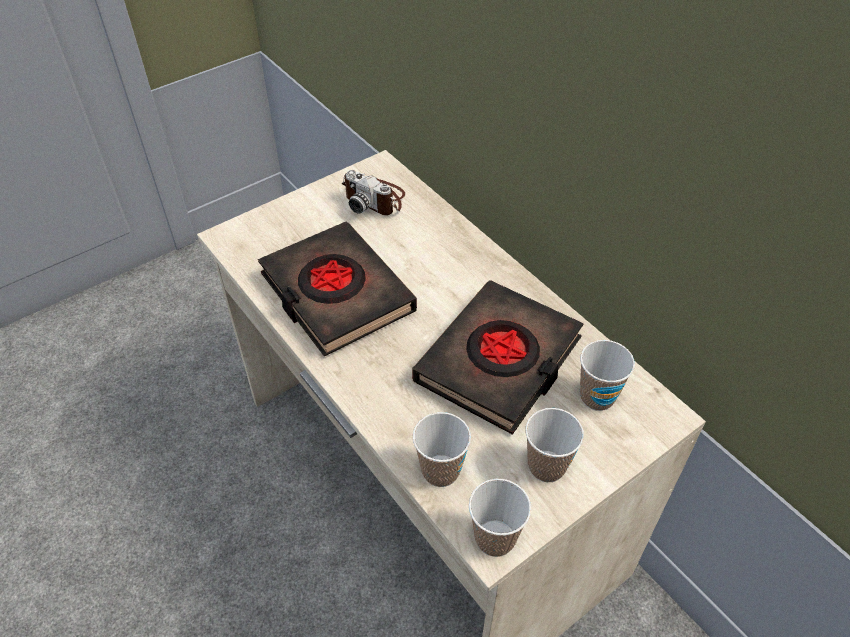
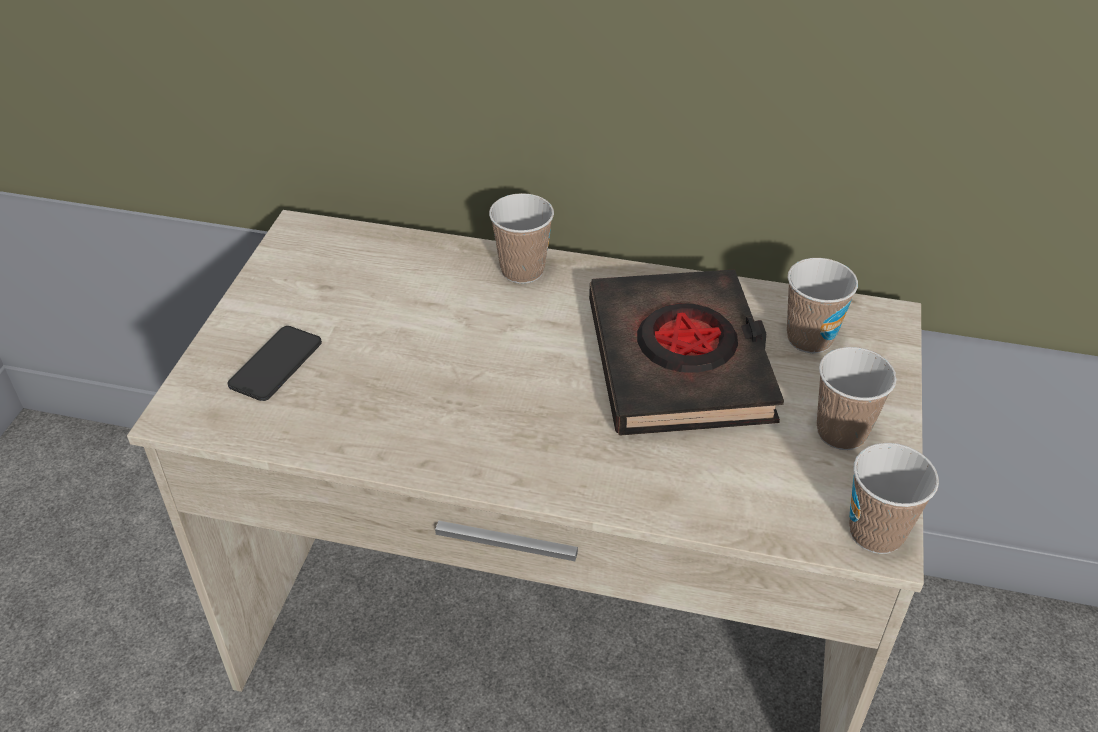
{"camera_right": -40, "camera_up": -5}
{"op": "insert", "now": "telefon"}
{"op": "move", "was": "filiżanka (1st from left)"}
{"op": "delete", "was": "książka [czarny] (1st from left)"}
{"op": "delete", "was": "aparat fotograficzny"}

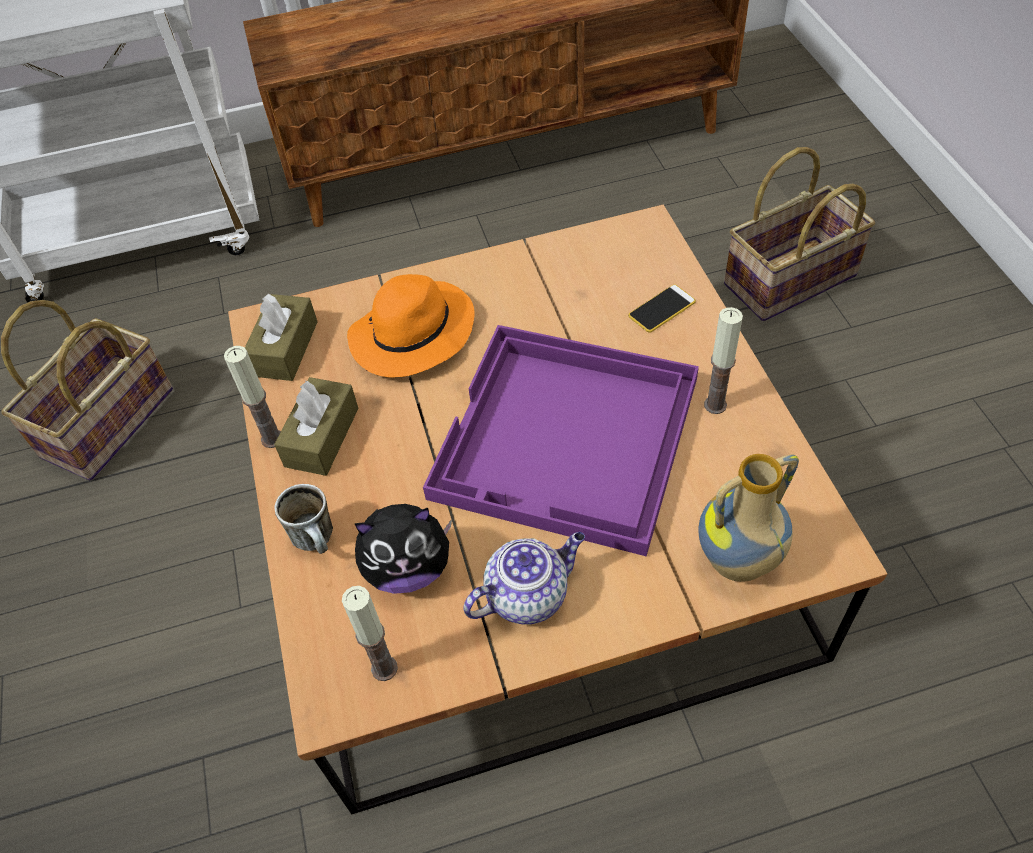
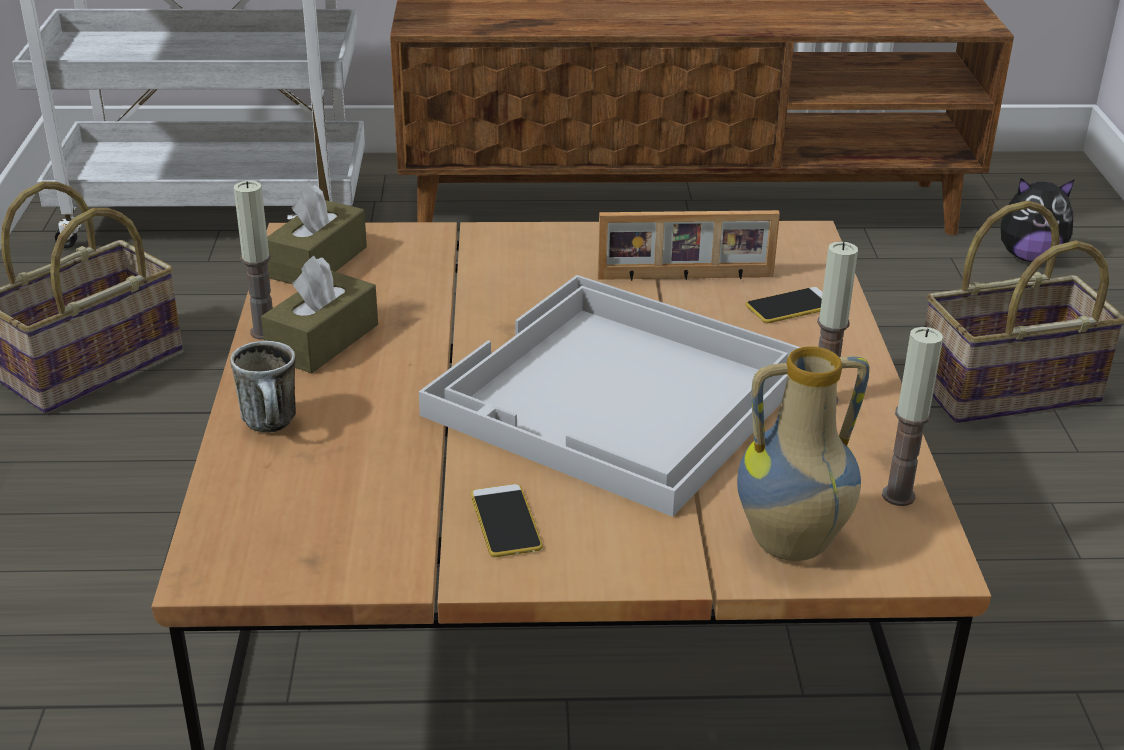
{"camera_right": 10, "camera_up": -20}
{"op": "recolor", "was": "taca [fioletowy]", "now": "taca [biały]"}
{"op": "replace", "was": "imbryk", "now": "telefon (1st from left)"}
{"op": "insert", "now": "ramka na zdjęcie"}
{"op": "move", "was": "świeca (2nd from left in the first image)", "now": "świeca (3rd from left)"}
{"op": "move", "was": "pluszak"}
{"op": "delete", "was": "kapelusz [pomarańczowy]"}

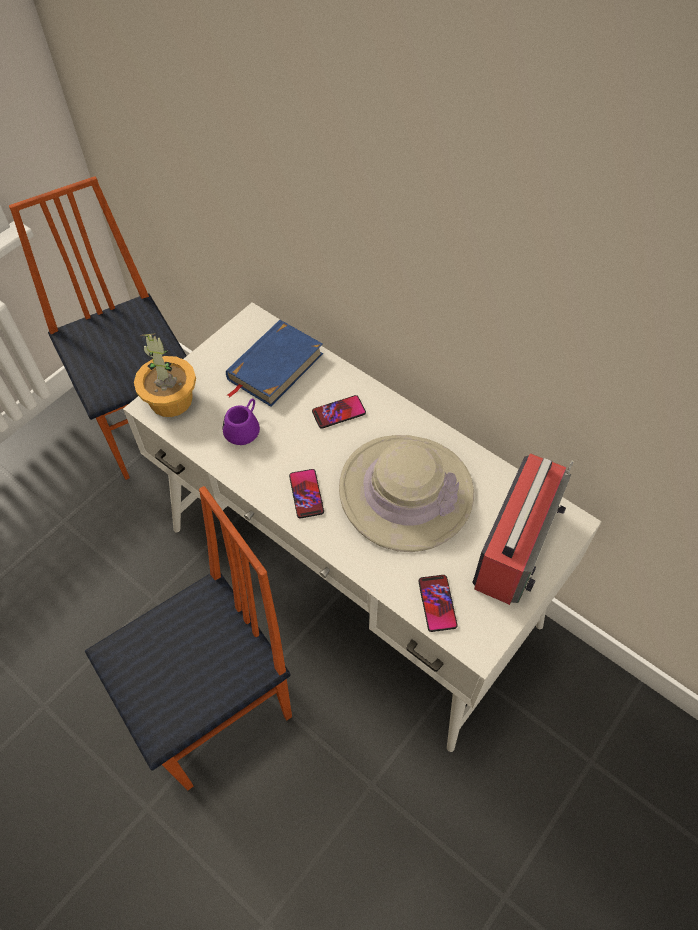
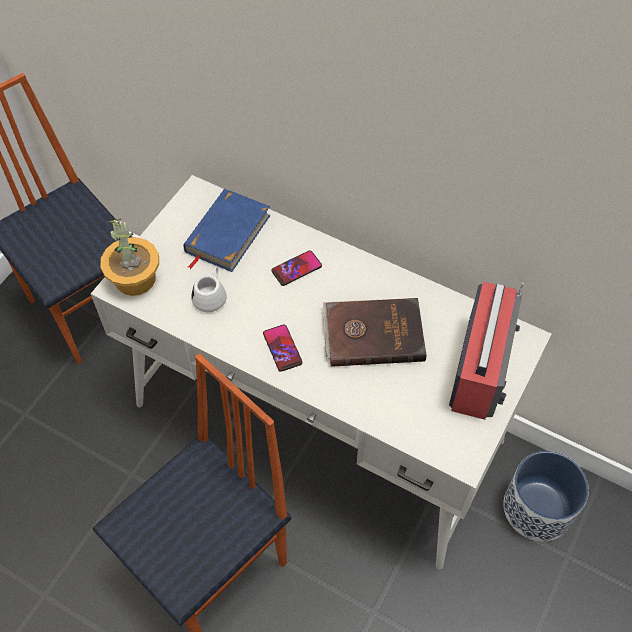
{"camera_right": -10, "camera_up": 0}
{"op": "recolor", "was": "kubek [fioletowy]", "now": "kubek [biały]"}
{"op": "replace", "was": "kapelusz [beżowy]", "now": "książka [brązowy]"}
{"op": "insert", "now": "donica"}
{"op": "delete", "was": "telefon (3rd from left)"}

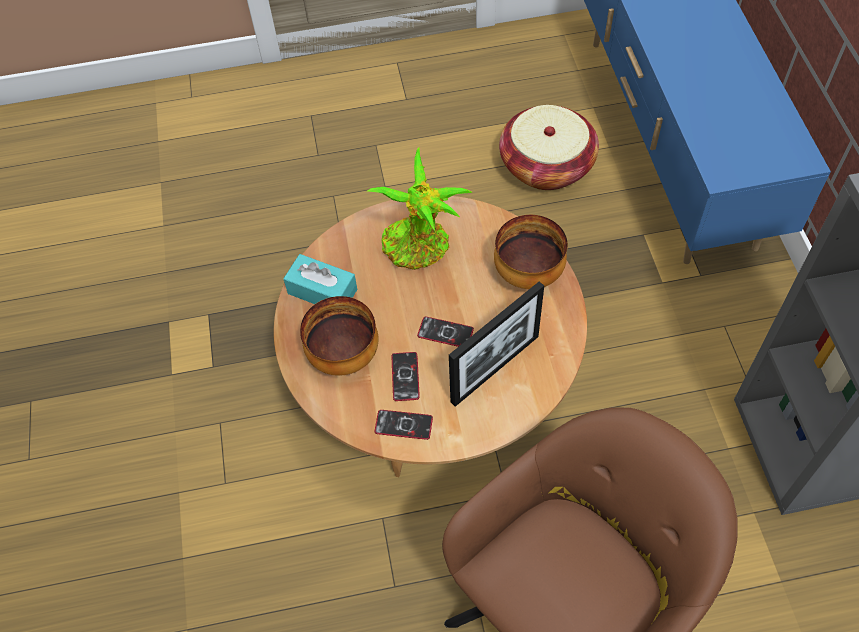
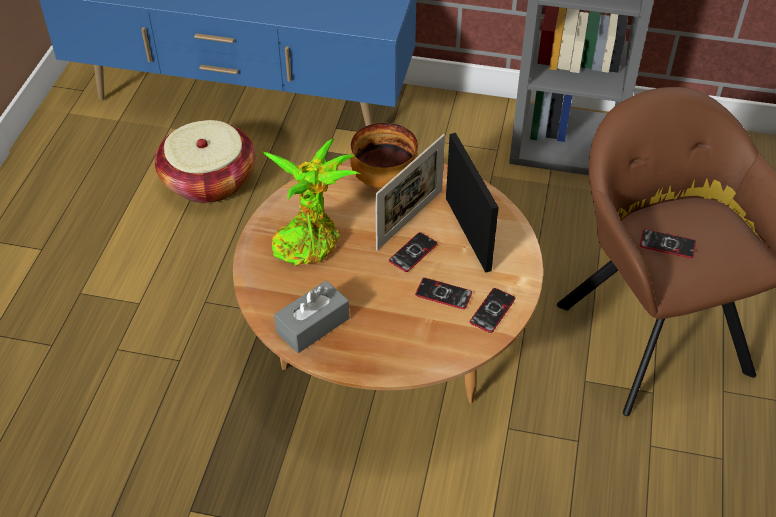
{"camera_right": -70, "camera_up": -10}
{"op": "recolor", "was": "pudełko chusteczek [turkusowy]", "now": "pudełko chusteczek [szary]"}
{"op": "insert", "now": "ramka na zdjęcie (1st from left)"}
{"op": "insert", "now": "telefon (4th from left)"}
{"op": "delete", "was": "miska (1st from left)"}

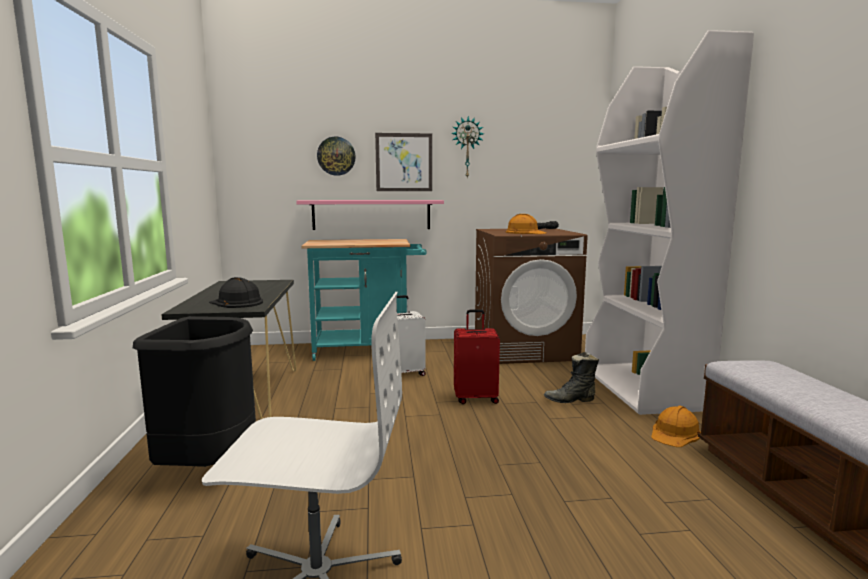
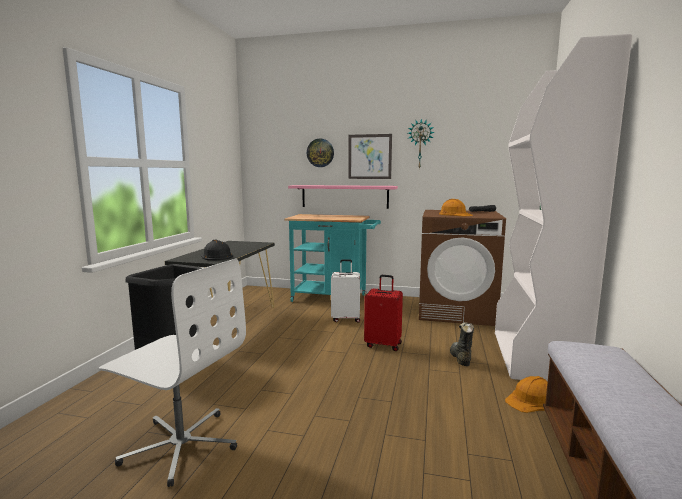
{"camera_right": 20, "camera_up": 0}
{"op": "rotate", "was": "but z cholewką [czarny]", "clockwise": 75}

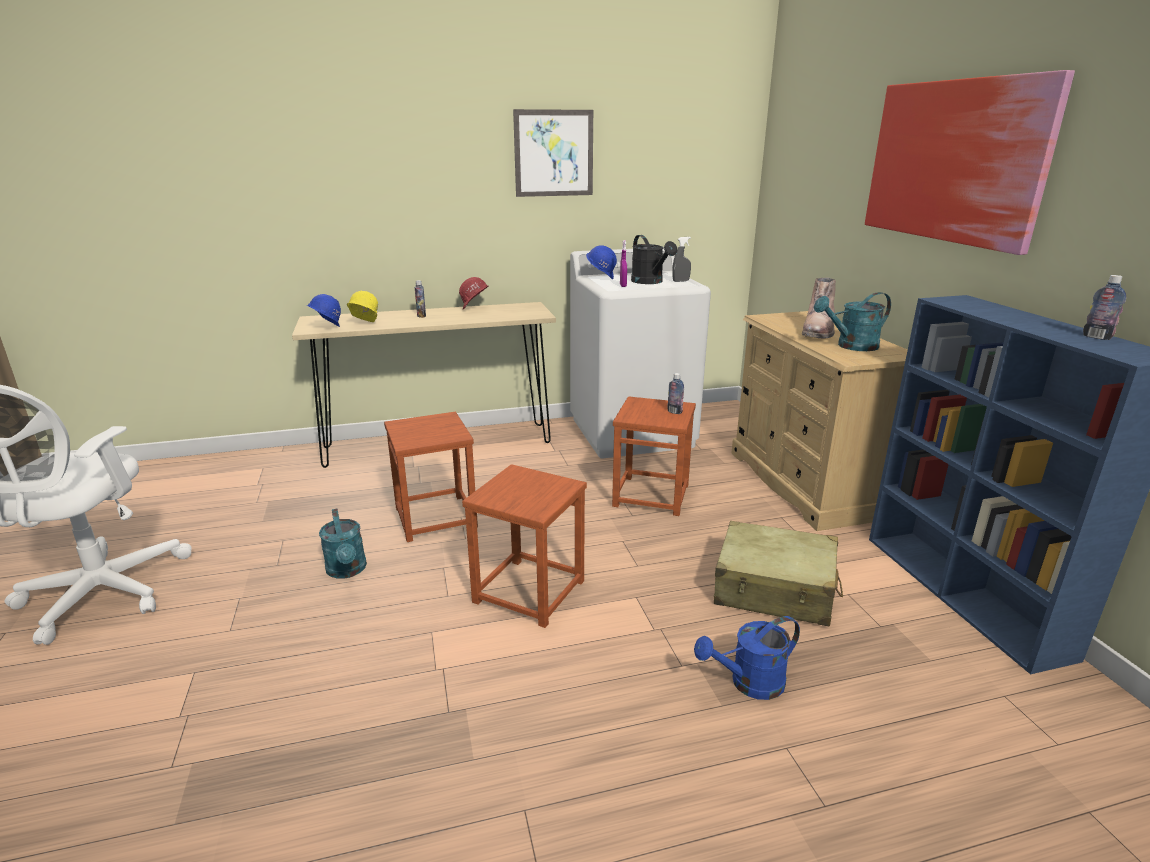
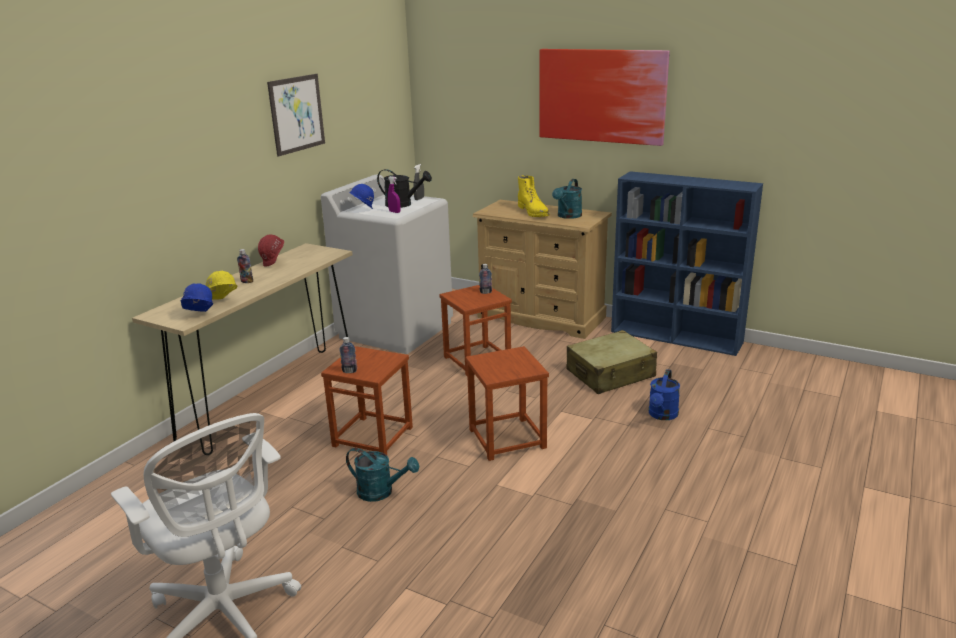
{"camera_right": -45, "camera_up": 0}
{"op": "move", "was": "butelka (3rd from left in the first image)", "now": "butelka (2nd from left)"}
{"op": "recolor", "was": "but z cholewką [brązowy]", "now": "but z cholewką [żółty]"}

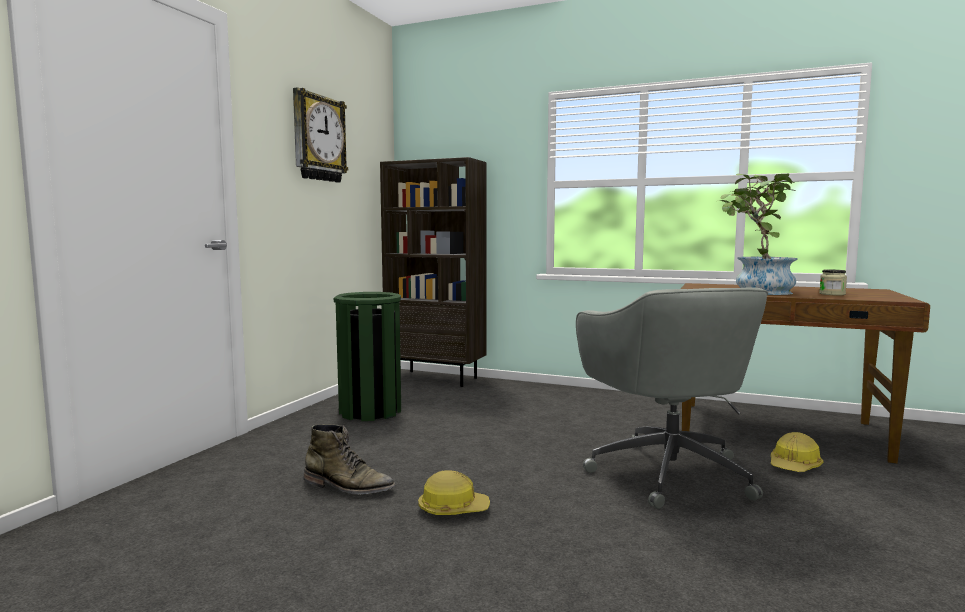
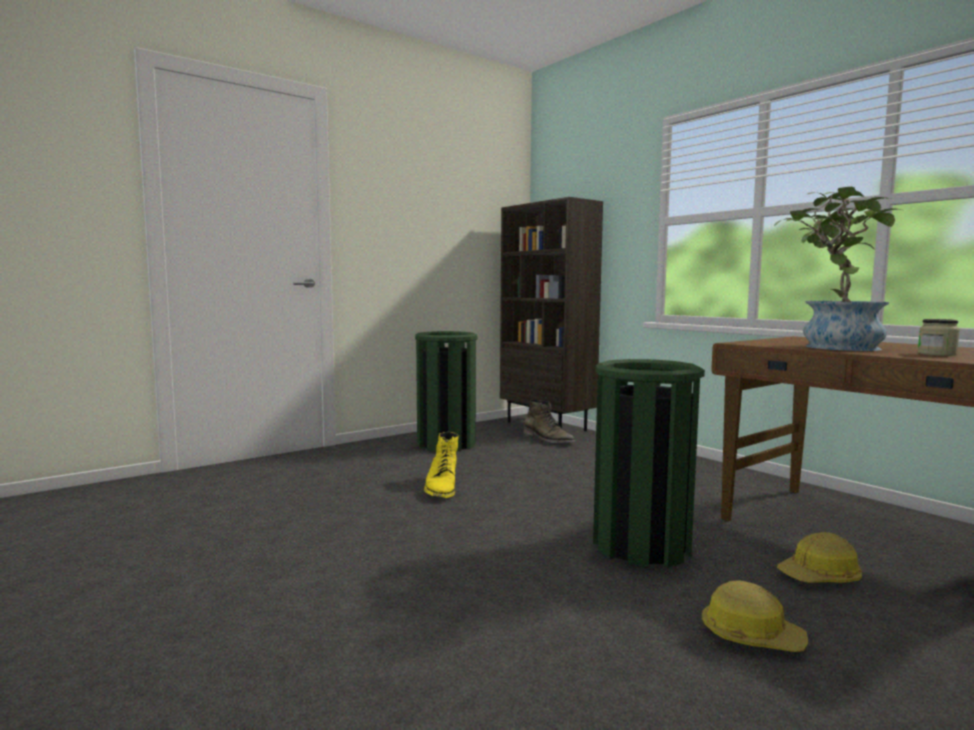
{"camera_right": 30, "camera_up": 0}
{"op": "insert", "now": "but z cholewką [żółty]"}
{"op": "move", "was": "but z cholewką [zielony]"}
{"op": "replace", "was": "krzesło biurowe [szary]", "now": "kosz na śmieci [zielony] (2nd from left)"}
{"op": "move", "was": "kask (1st from left)"}
{"op": "delete", "was": "zegar ścienny"}

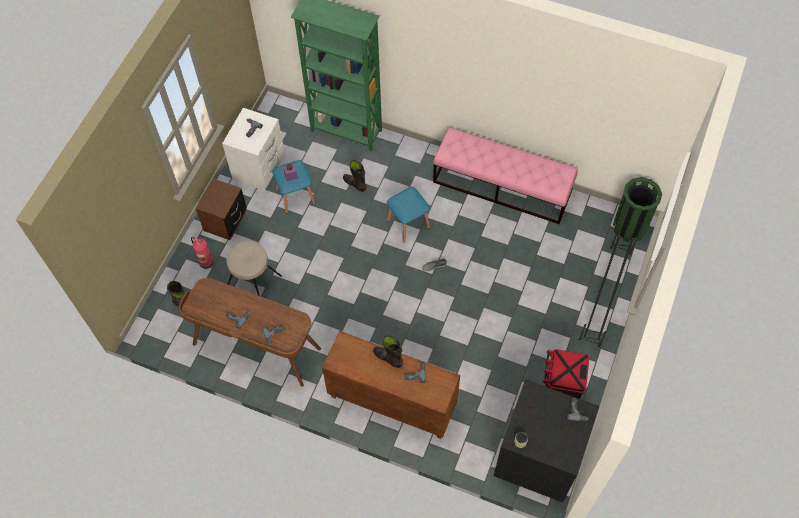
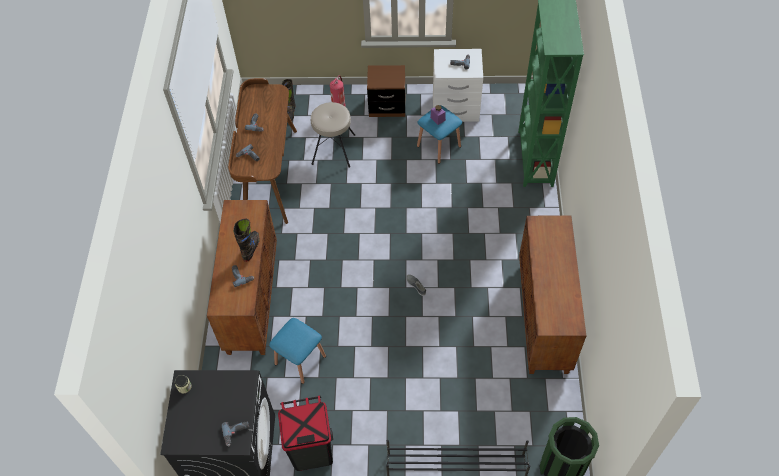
{"camera_right": 70, "camera_up": -5}
{"op": "move", "was": "stołek [niebieski] (2nd from left in the first image)", "now": "stołek [niebieski] (1st from left)"}
{"op": "replace", "was": "ławka [różowy]", "now": "szafka [brązowy] (2nd from left)"}
{"op": "delete", "was": "but z cholewką [czarny] (2nd from left)"}

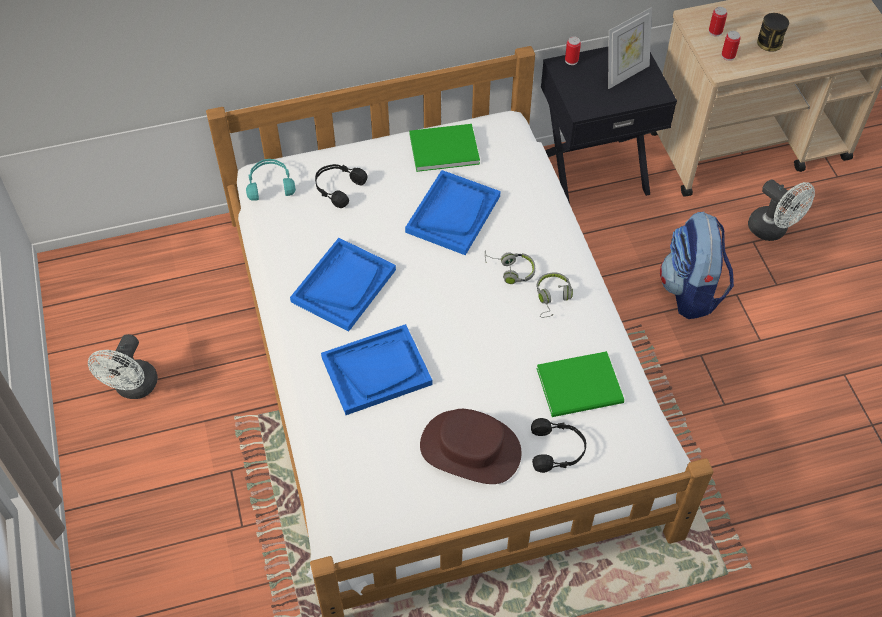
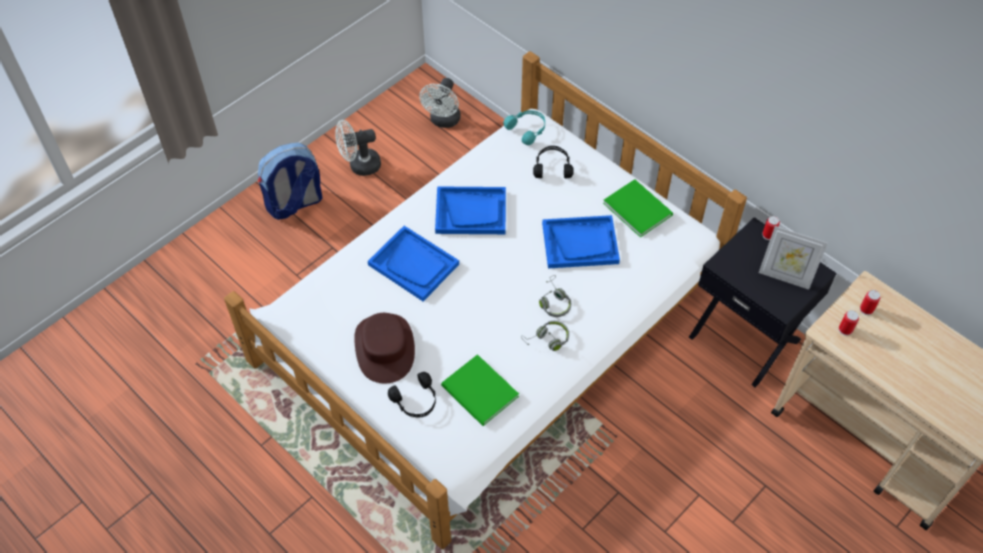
{"camera_right": 60, "camera_up": 0}
{"op": "move", "was": "plecak"}
{"op": "move", "was": "wentylator [biały] (2nd from left)"}
{"op": "delete", "was": "puszka (4th from left)"}

